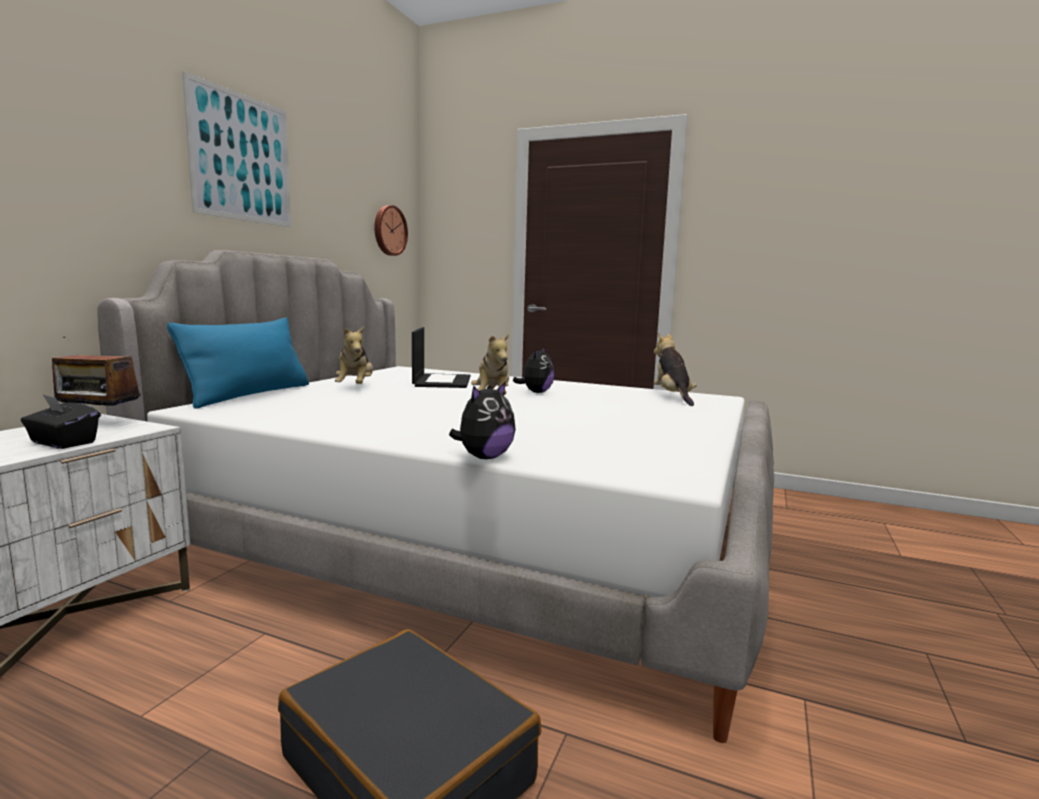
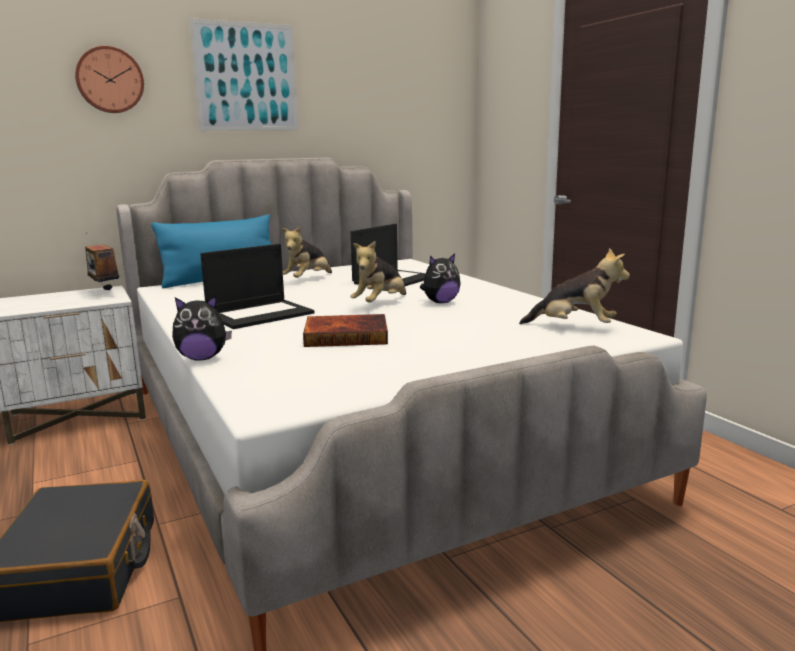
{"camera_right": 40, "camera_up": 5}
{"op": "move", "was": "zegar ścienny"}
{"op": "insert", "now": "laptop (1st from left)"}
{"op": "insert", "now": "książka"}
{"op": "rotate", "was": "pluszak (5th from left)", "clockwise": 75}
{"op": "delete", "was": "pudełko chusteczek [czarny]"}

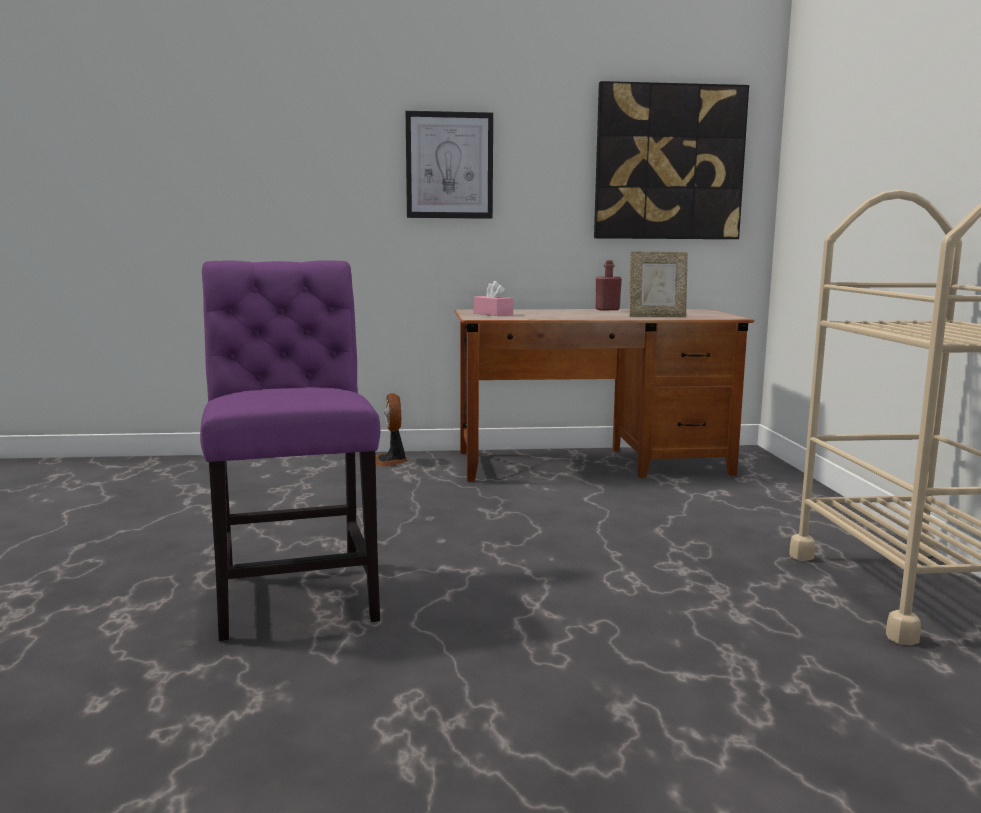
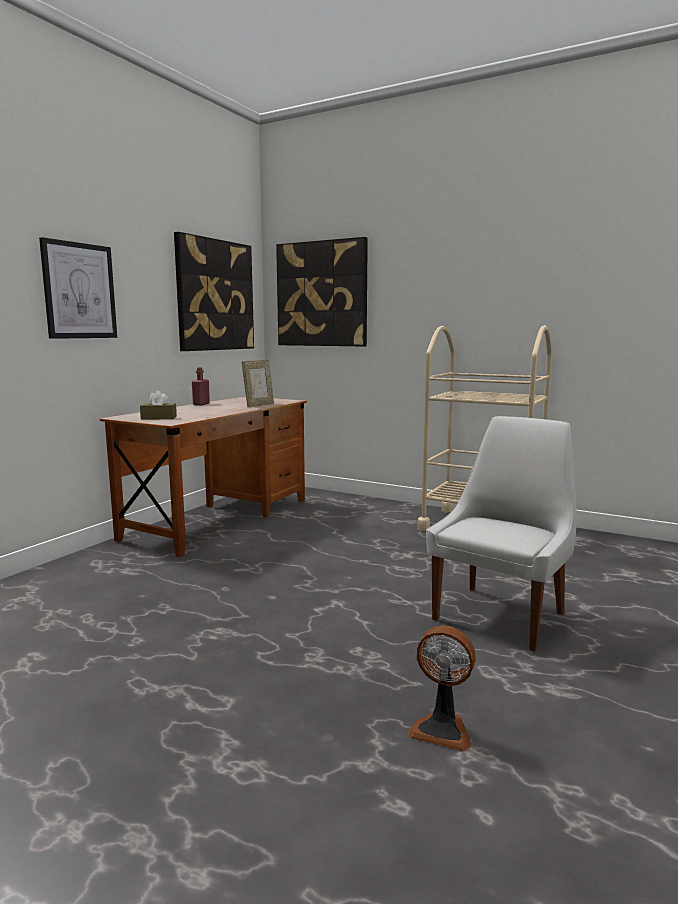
{"camera_right": -55, "camera_up": 0}
{"op": "recolor", "was": "pudełko chusteczek [różowy]", "now": "pudełko chusteczek [brązowy]"}
{"op": "insert", "now": "obraz (3rd from left)"}
{"op": "move", "was": "wentylator"}
{"op": "insert", "now": "krzesło [biały]"}
{"op": "delete", "was": "krzesło [fioletowy]"}

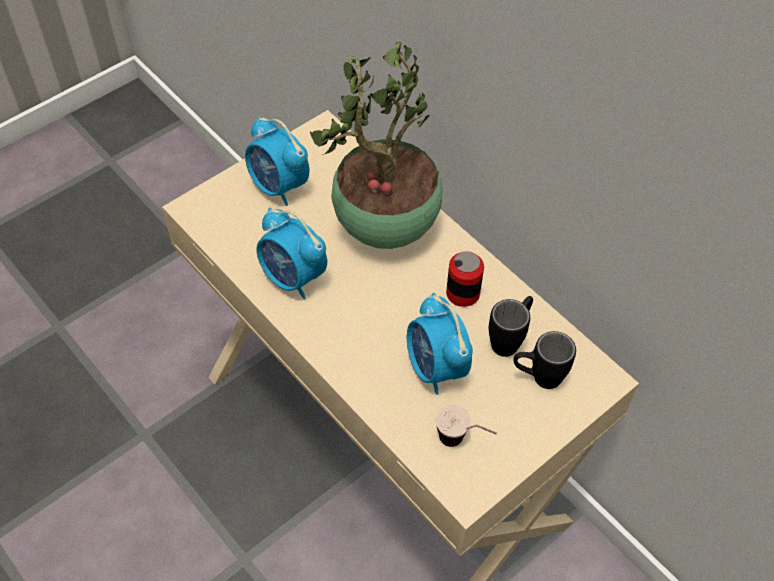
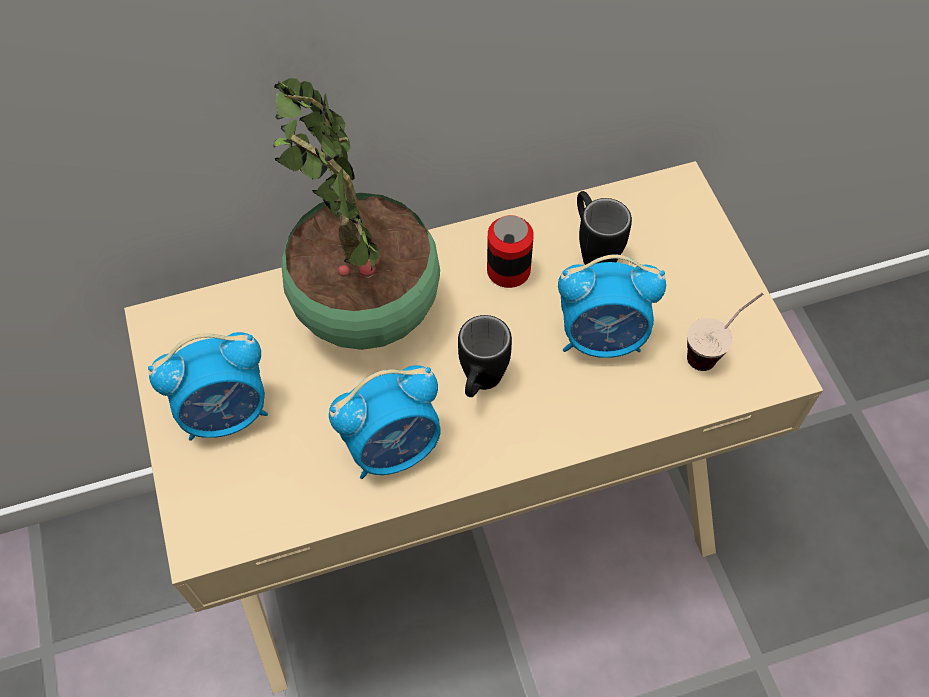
{"camera_right": -65, "camera_up": 5}
{"op": "move", "was": "kubek [czarny] (2nd from left in the first image)", "now": "kubek [czarny] (1st from left)"}

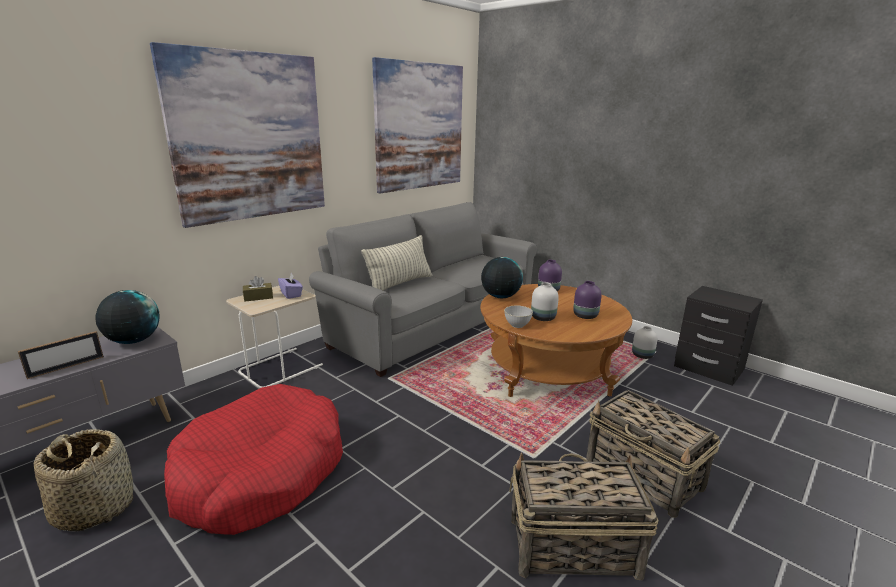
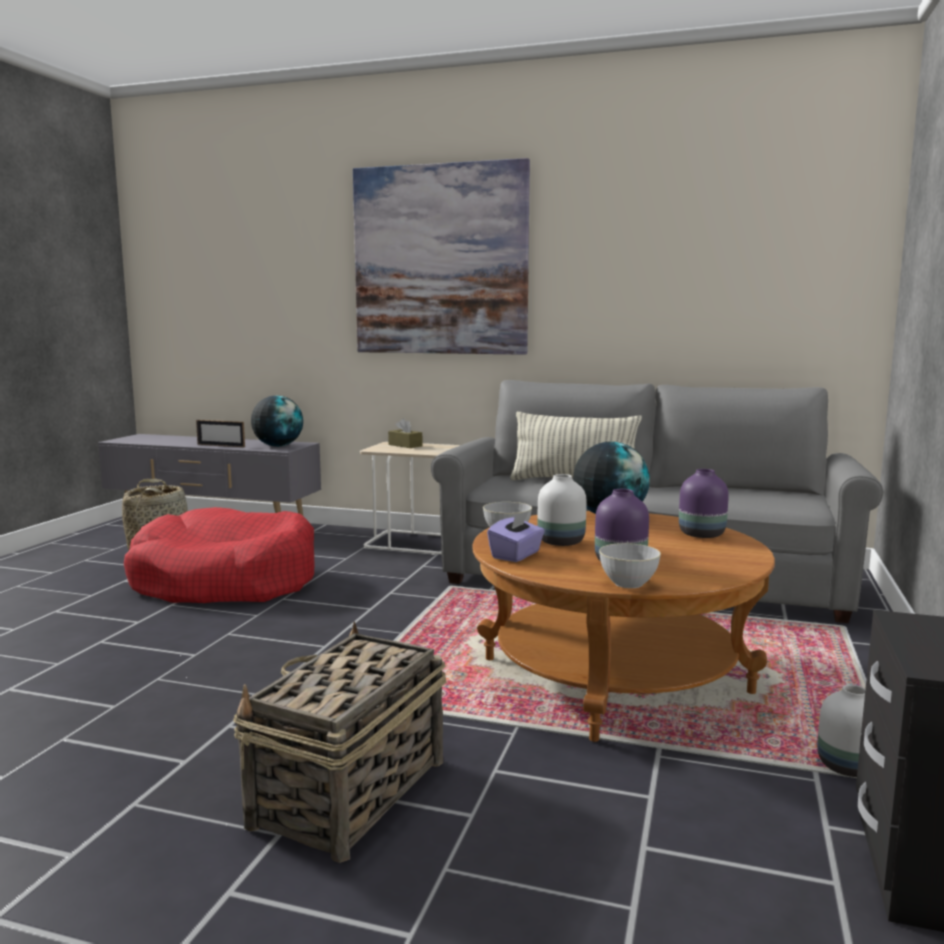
{"camera_right": 65, "camera_up": -10}
{"op": "move", "was": "pudełko chusteczek [fioletowy]"}
{"op": "insert", "now": "miska [szary] (2nd from left)"}
{"op": "delete", "was": "obraz (2nd from left)"}
{"op": "delete", "was": "koszyk (2nd from left)"}

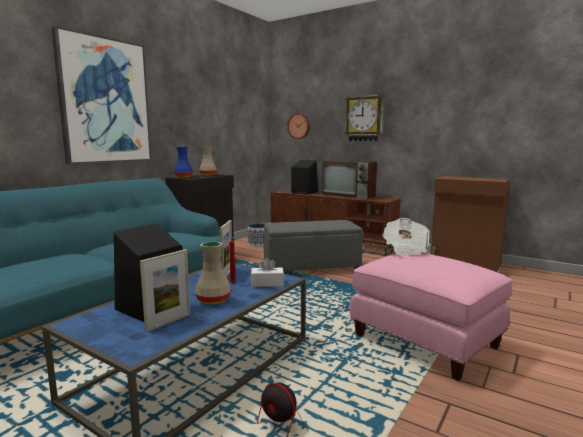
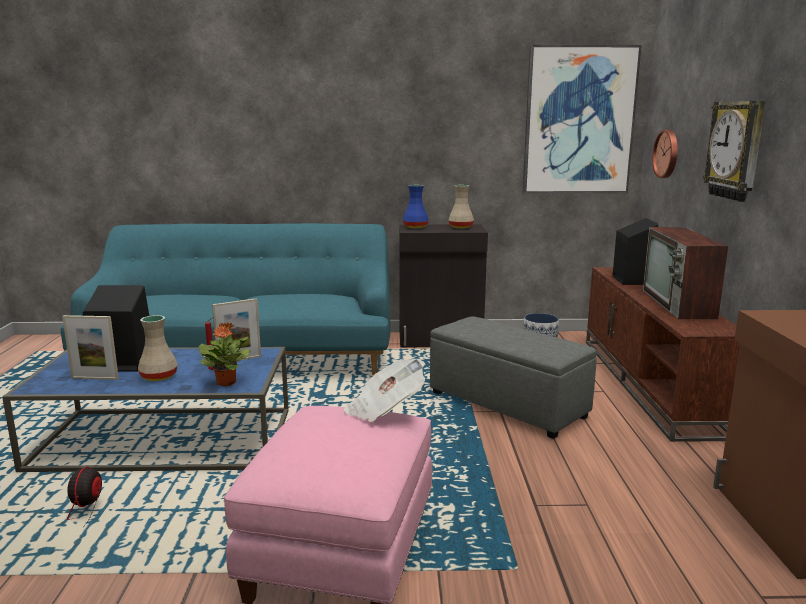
{"camera_right": 55, "camera_up": 5}
{"op": "replace", "was": "pudełko chusteczek [biały]", "now": "roślina doniczkowa"}
{"op": "move", "was": "obraz"}

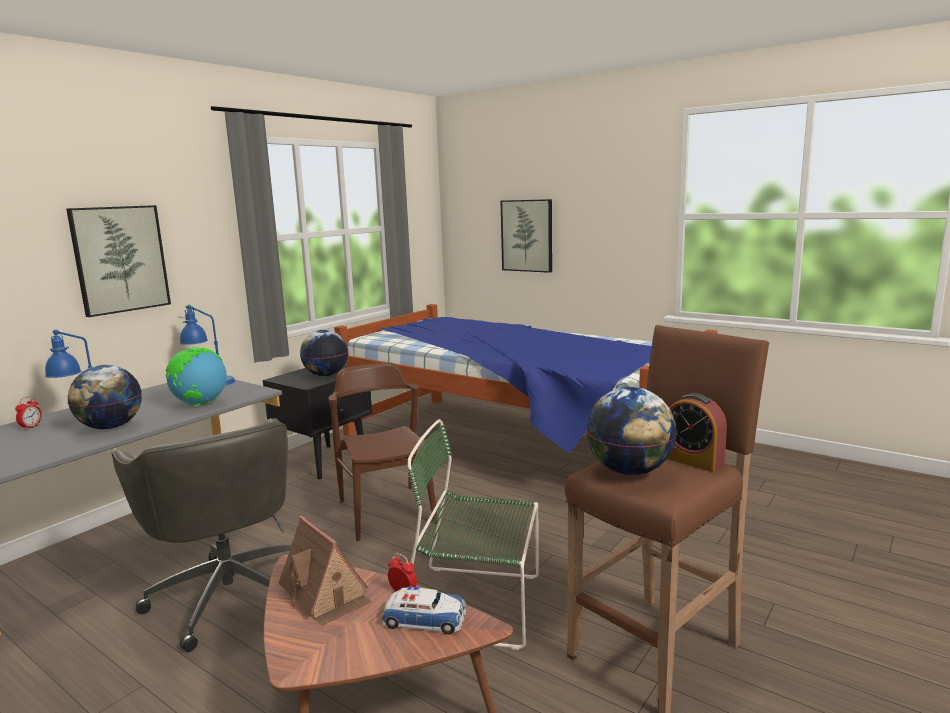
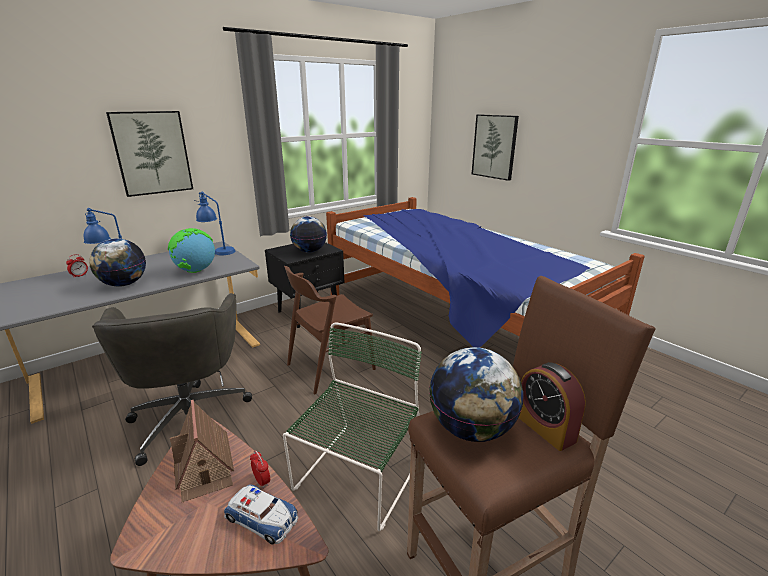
{"camera_right": 15, "camera_up": 10}
{"op": "rotate", "was": "krzesło [zielony]", "clockwise": 90}
{"op": "rotate", "was": "krzesło [brązowy]", "clockwise": -120}

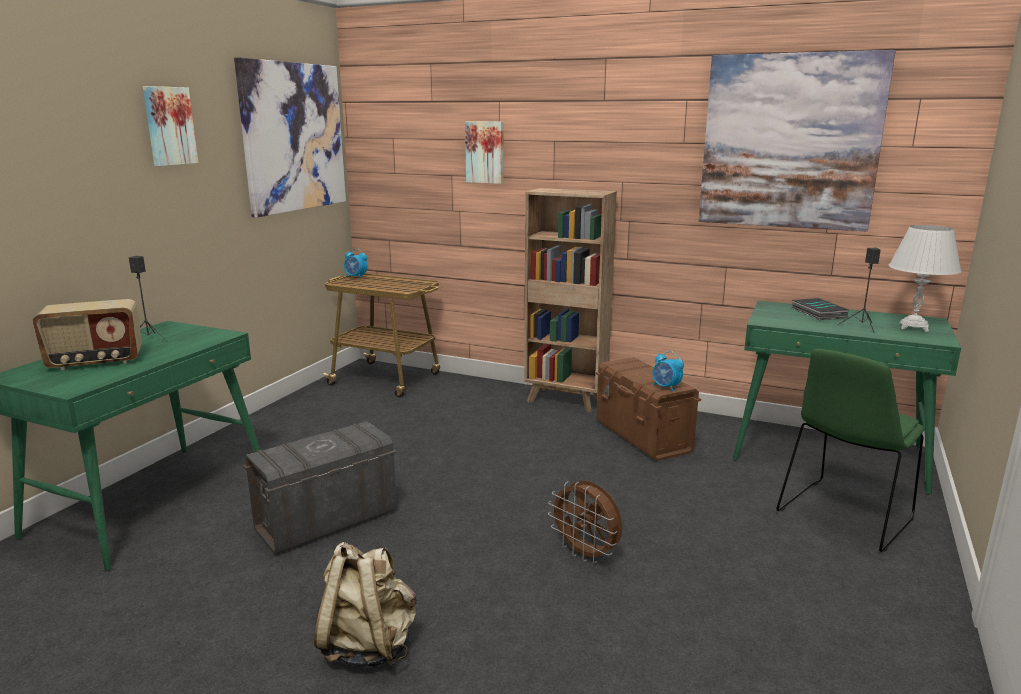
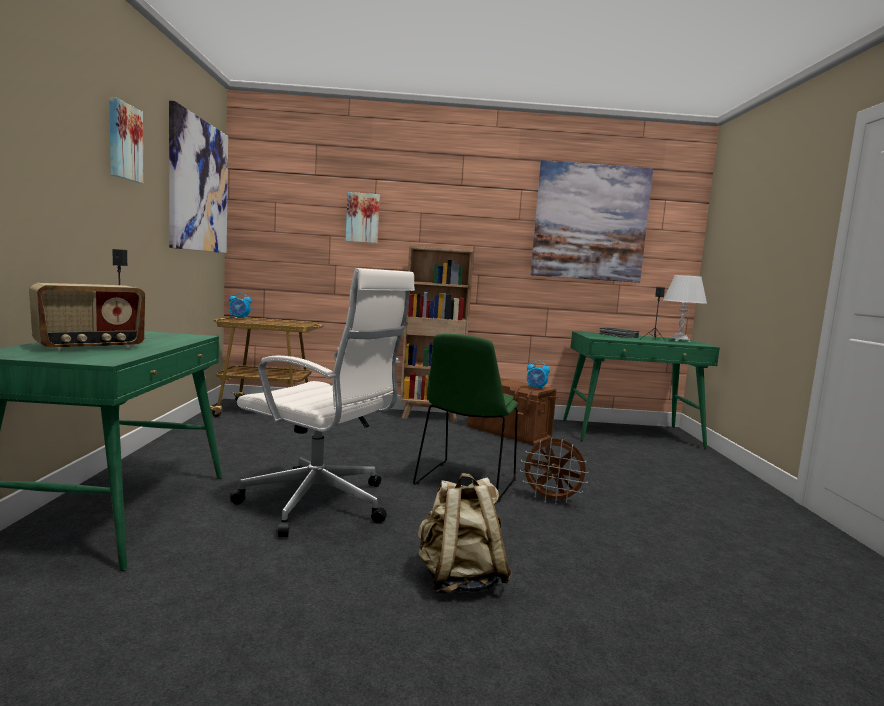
{"camera_right": -25, "camera_up": -10}
{"op": "replace", "was": "pojemnik do przechowywania [szary]", "now": "krzesło biurowe [biały]"}
{"op": "move", "was": "krzesło [zielony]"}

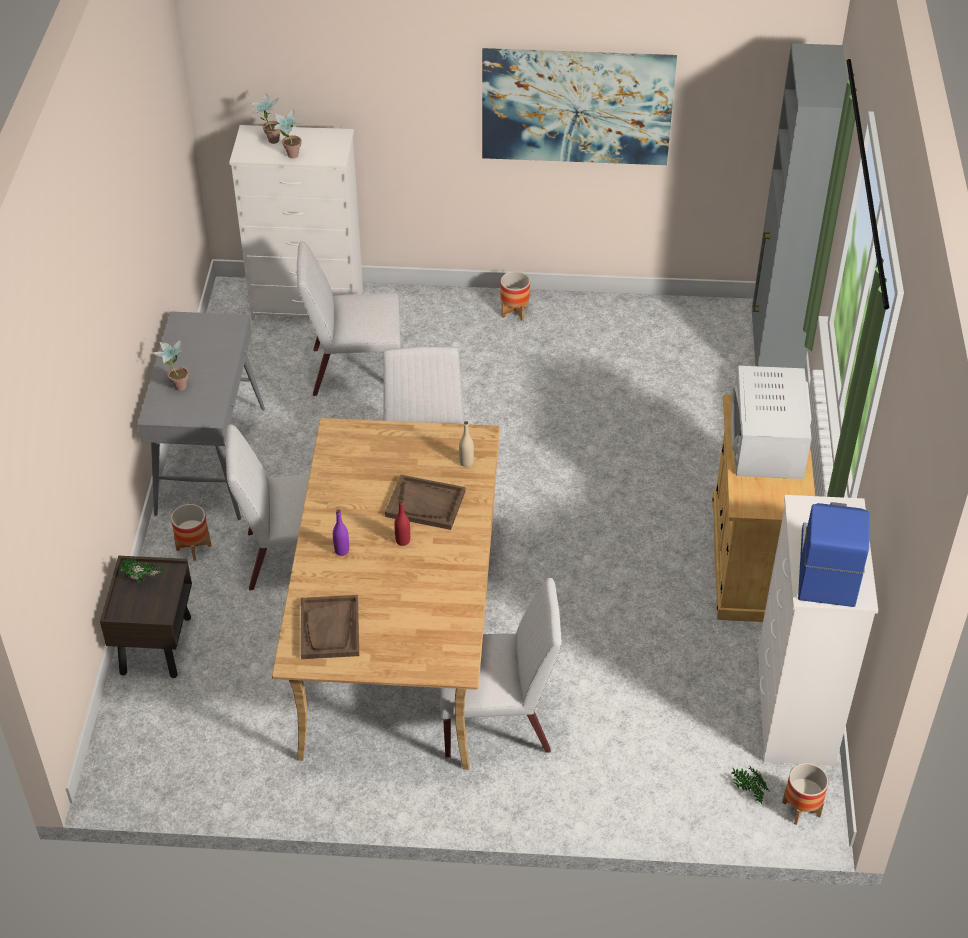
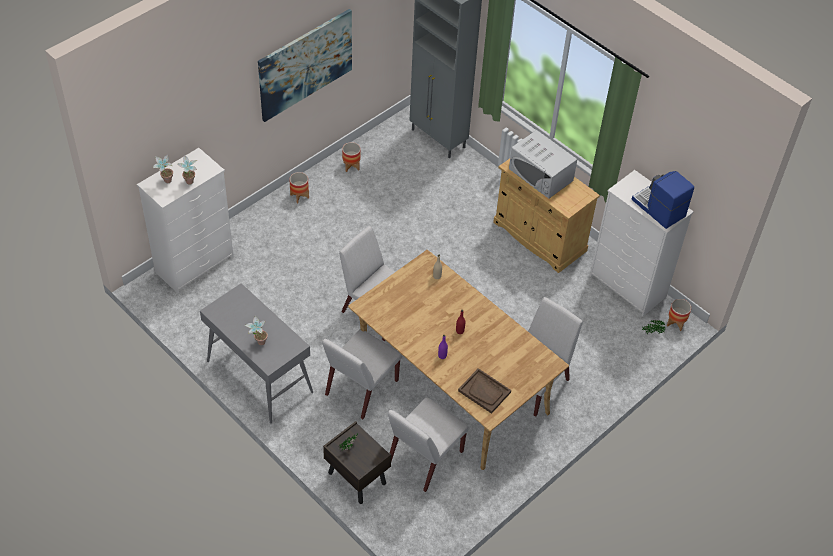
{"camera_right": -50, "camera_up": 5}
{"op": "move", "was": "donica (1st from left in the first image)", "now": "donica (2nd from left)"}
{"op": "move", "was": "krzesło [biały] (2nd from left in the first image)", "now": "krzesło [biały] (3rd from left)"}
{"op": "delete", "was": "taca [brązowy] (2nd from left)"}

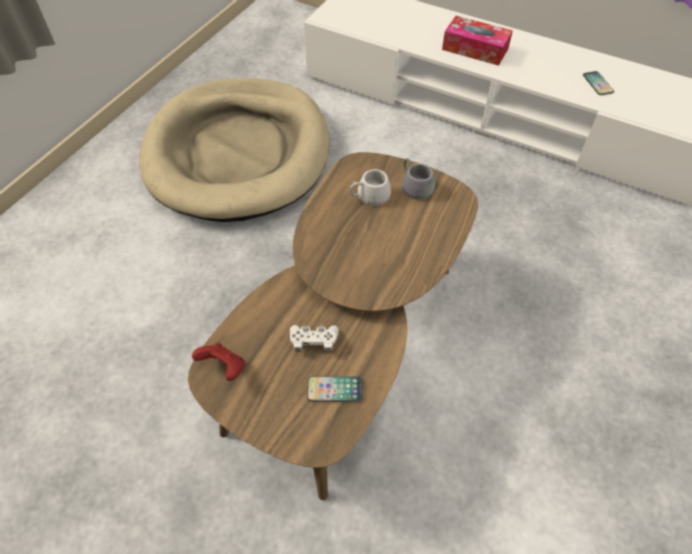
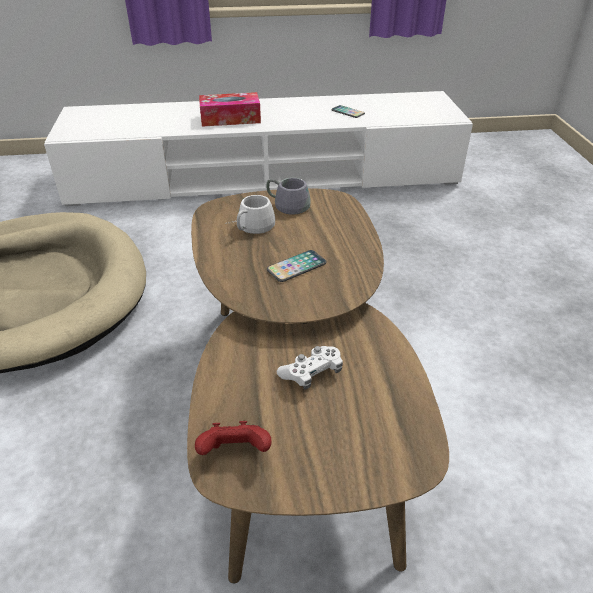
{"camera_right": -35, "camera_up": -15}
{"op": "move", "was": "telefon (1st from left)"}

